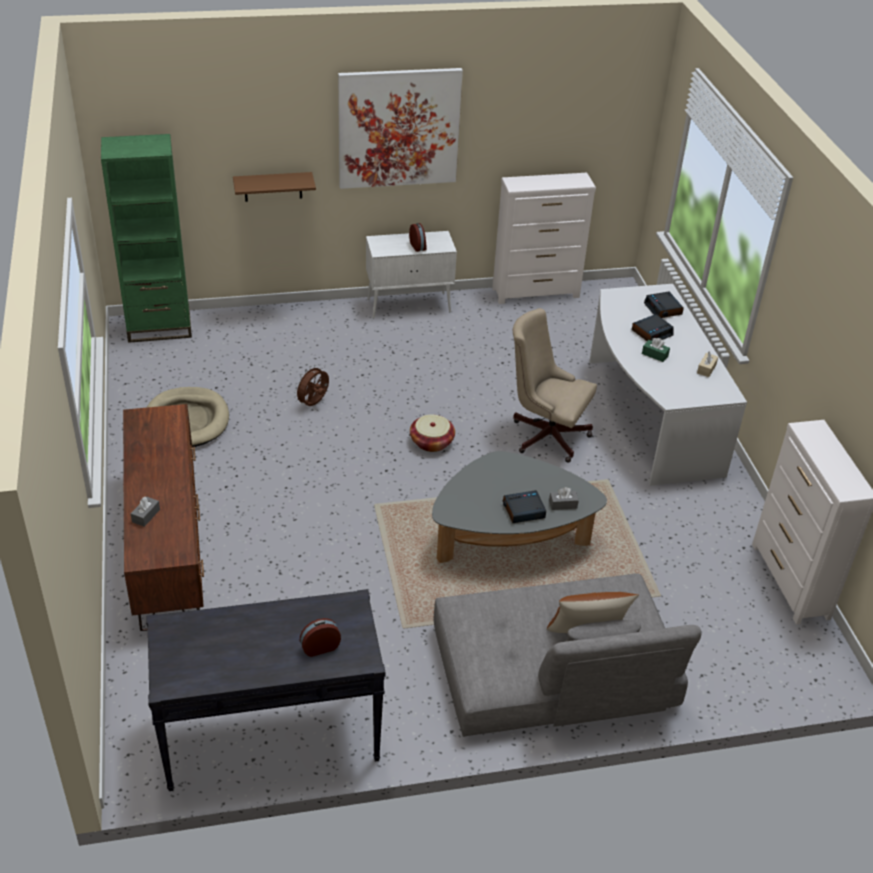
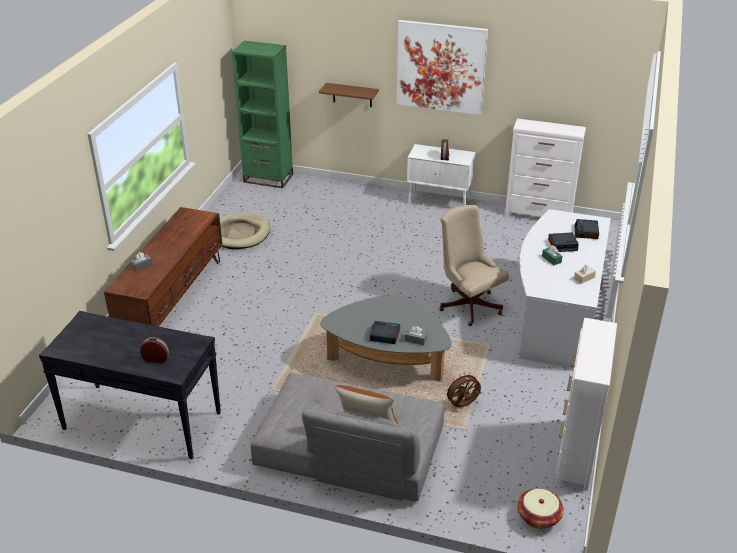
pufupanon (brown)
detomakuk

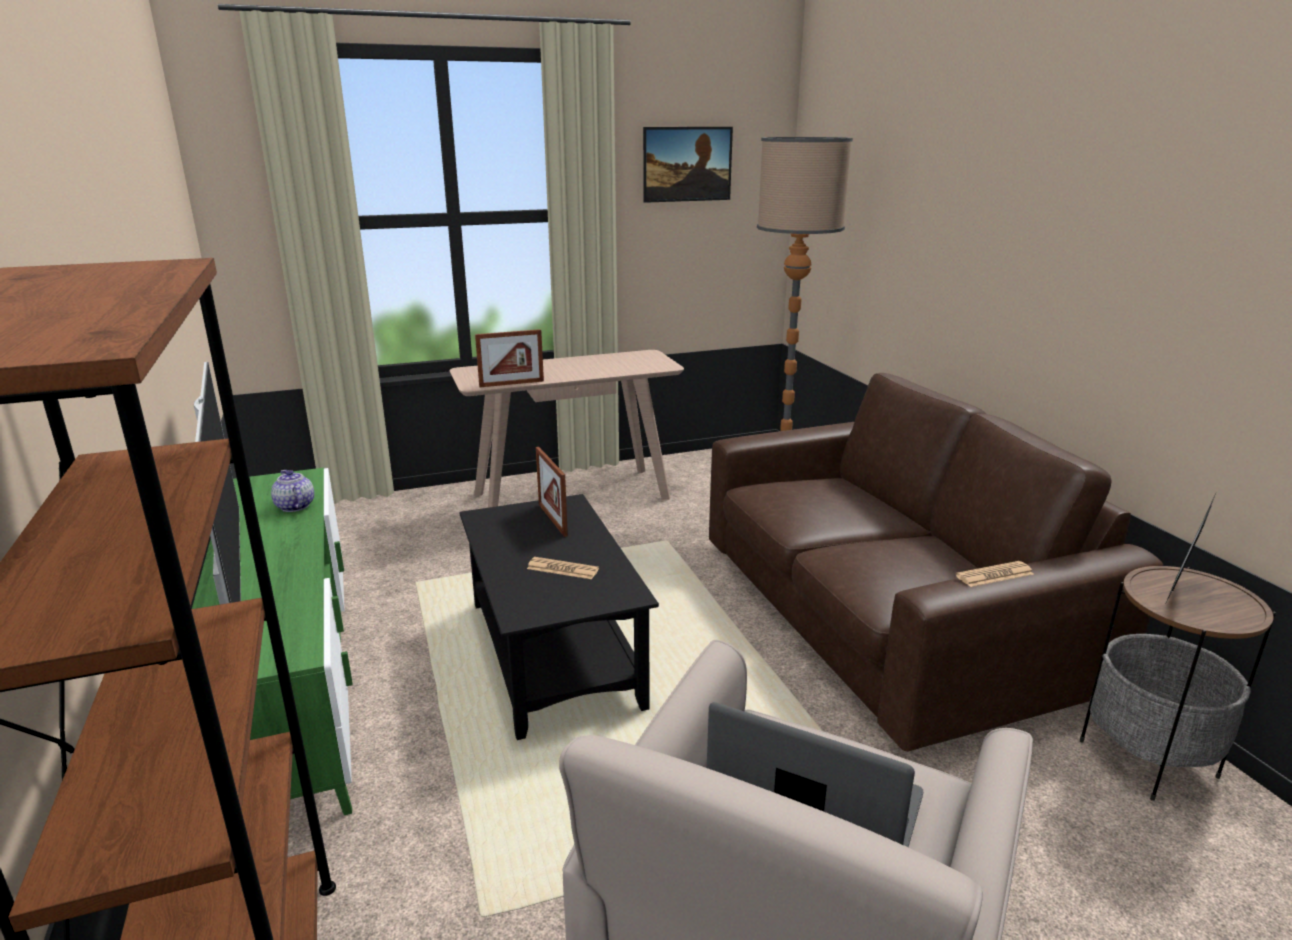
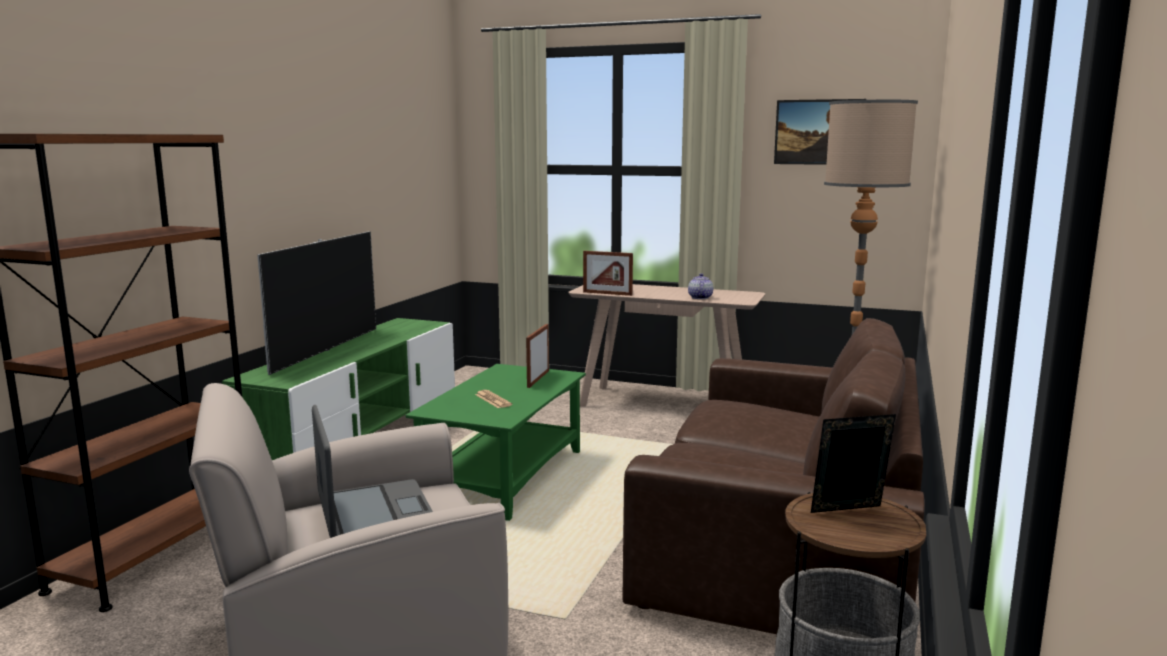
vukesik
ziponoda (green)
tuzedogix (2nd from left in the first image)

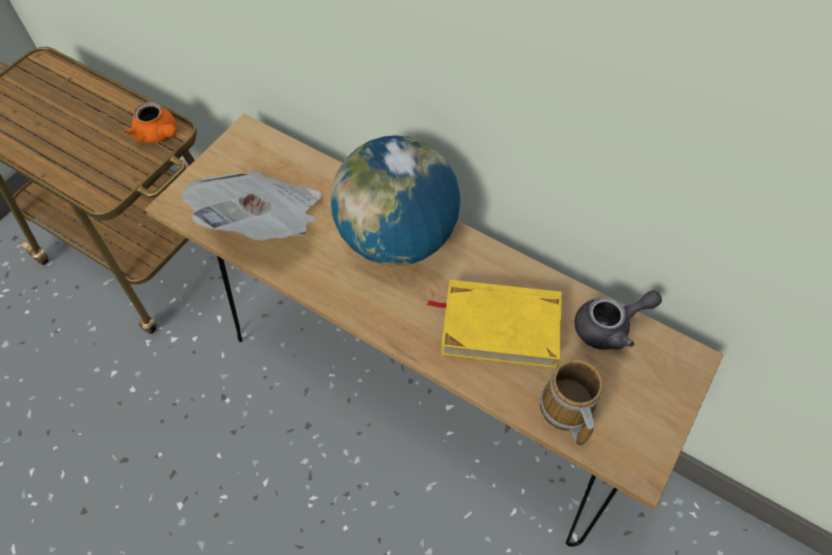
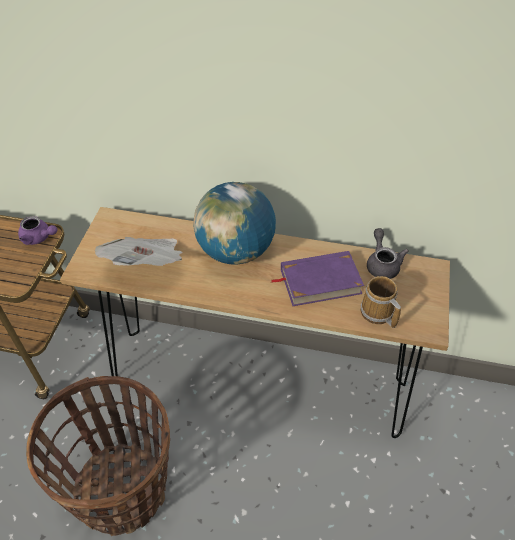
vukesik (purple)
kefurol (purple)
vukesik (grey)
detomakuk

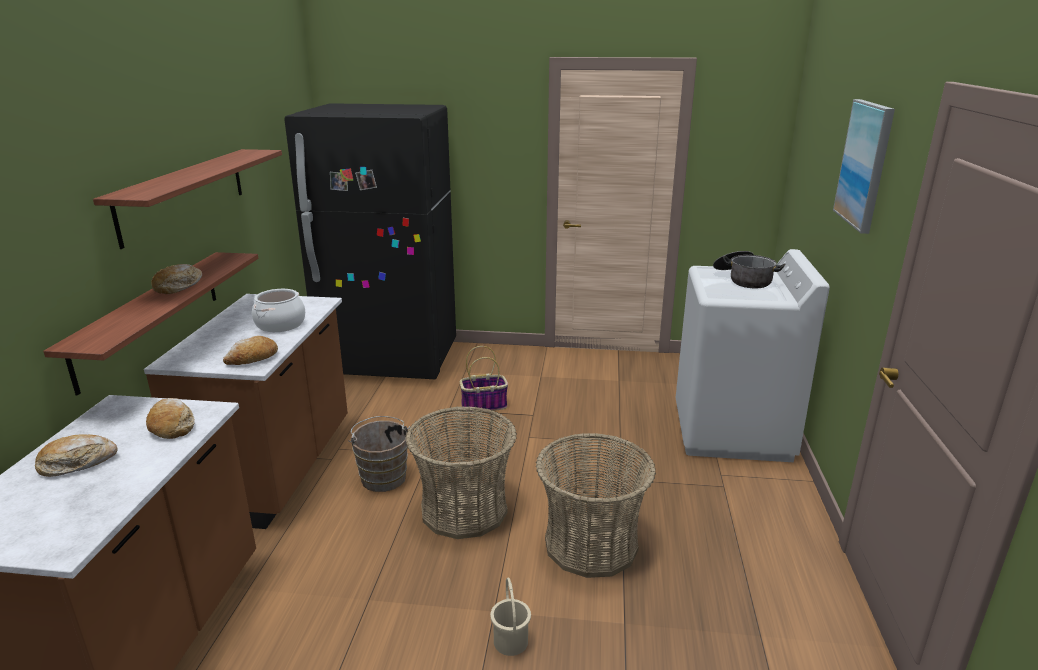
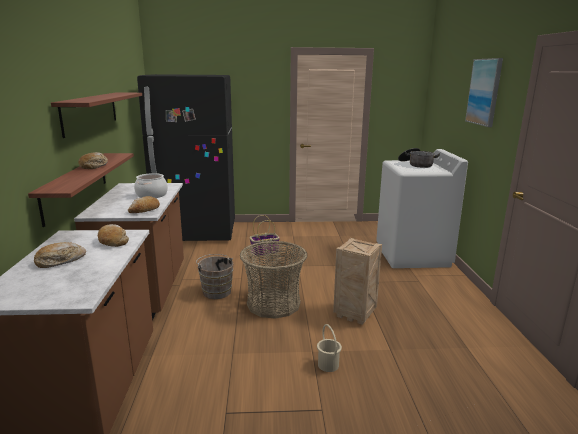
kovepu

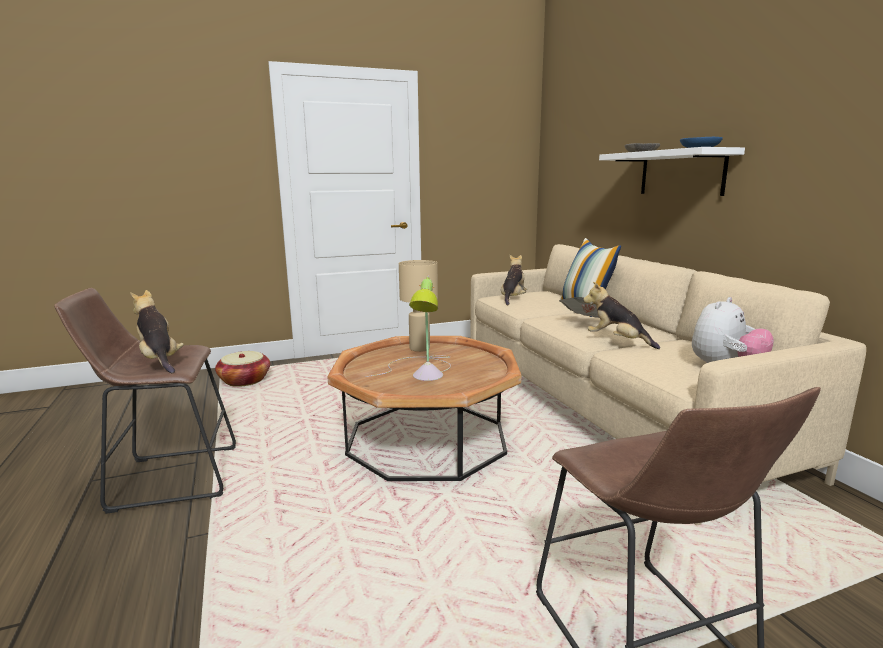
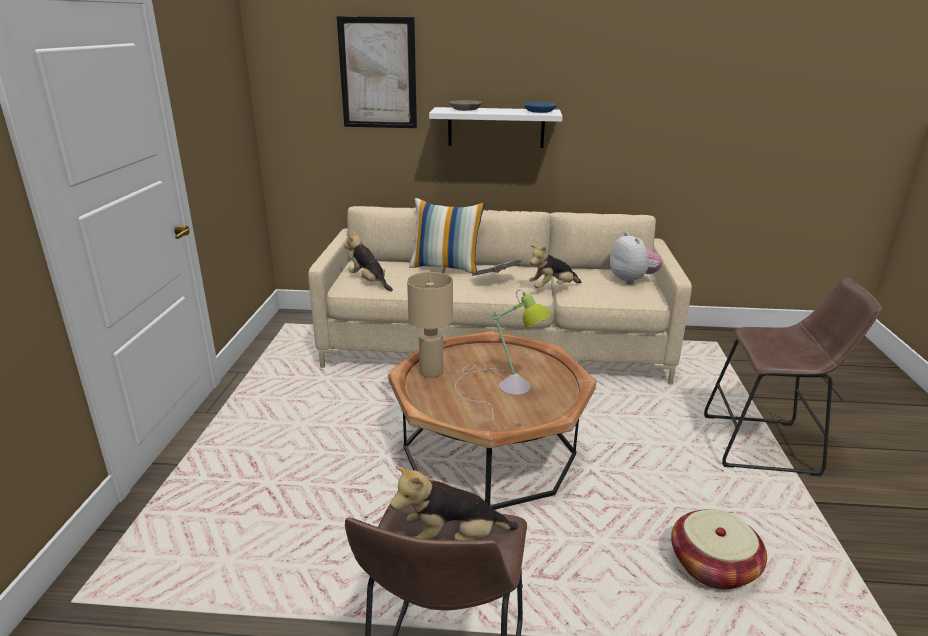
detomakuk
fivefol

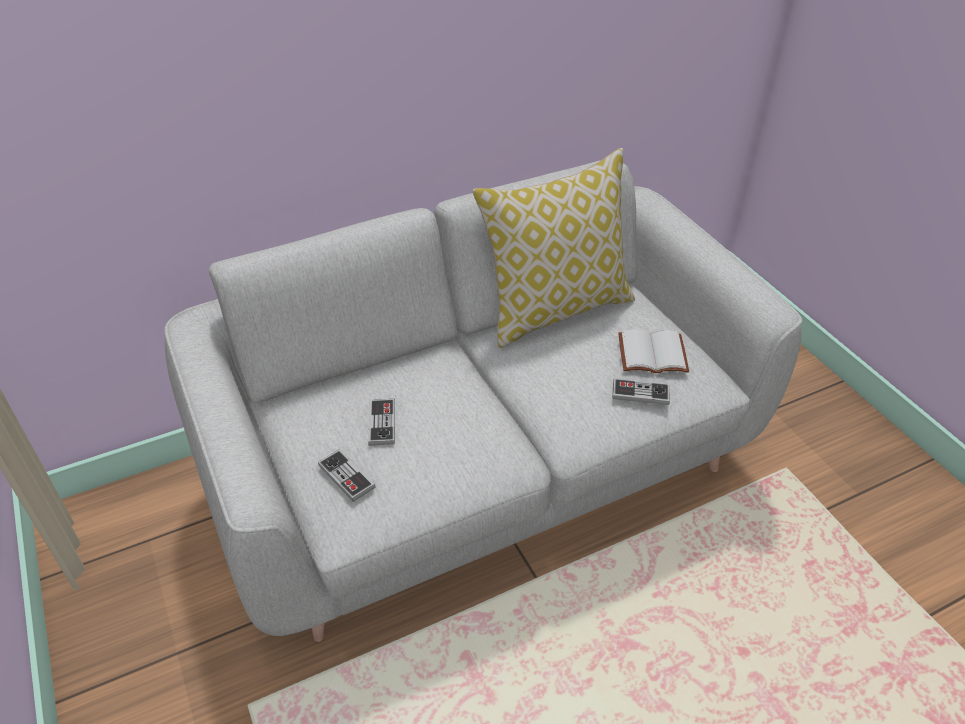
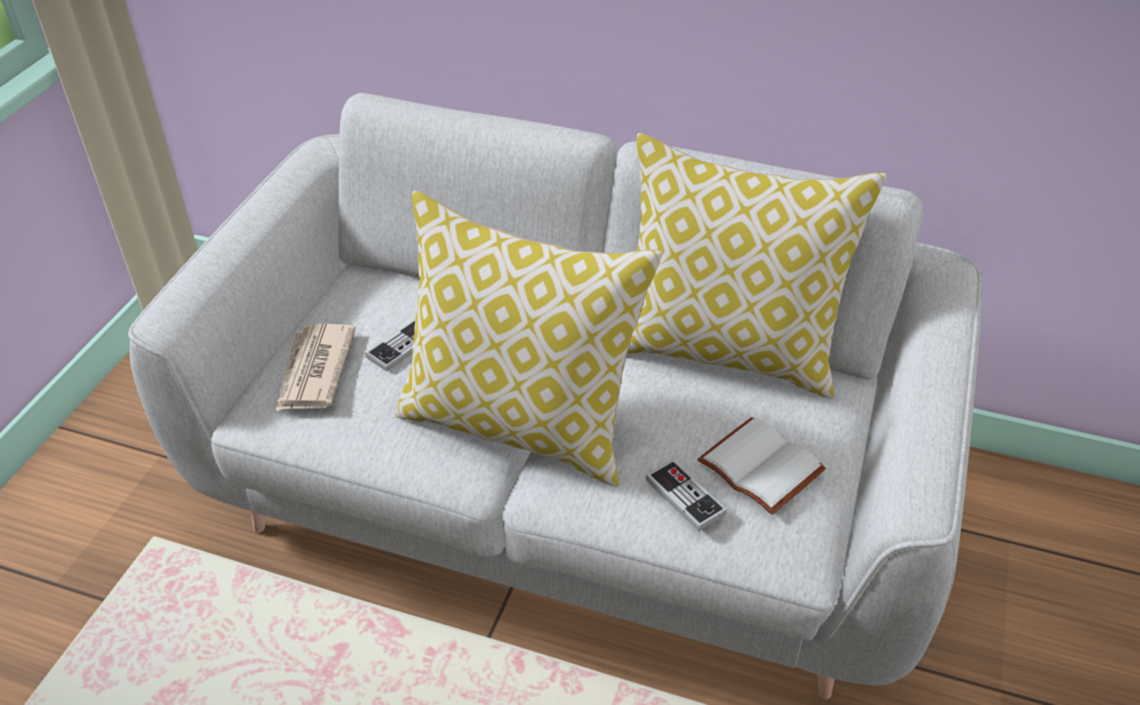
tuzedogix
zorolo (1st from left)

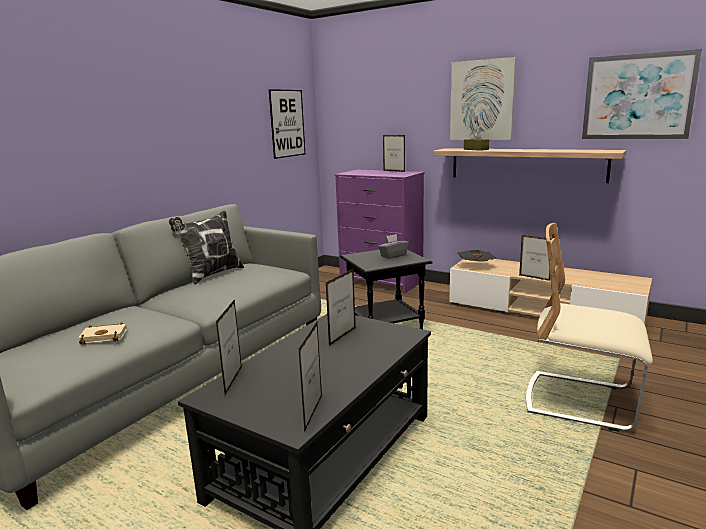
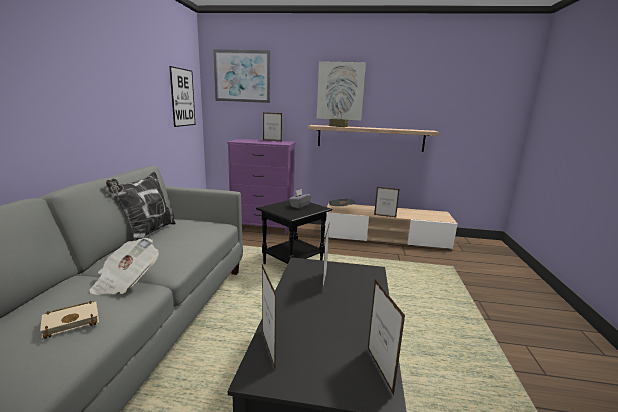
fivefol (2nd from left)
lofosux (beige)
tuzedogix (1st from left)

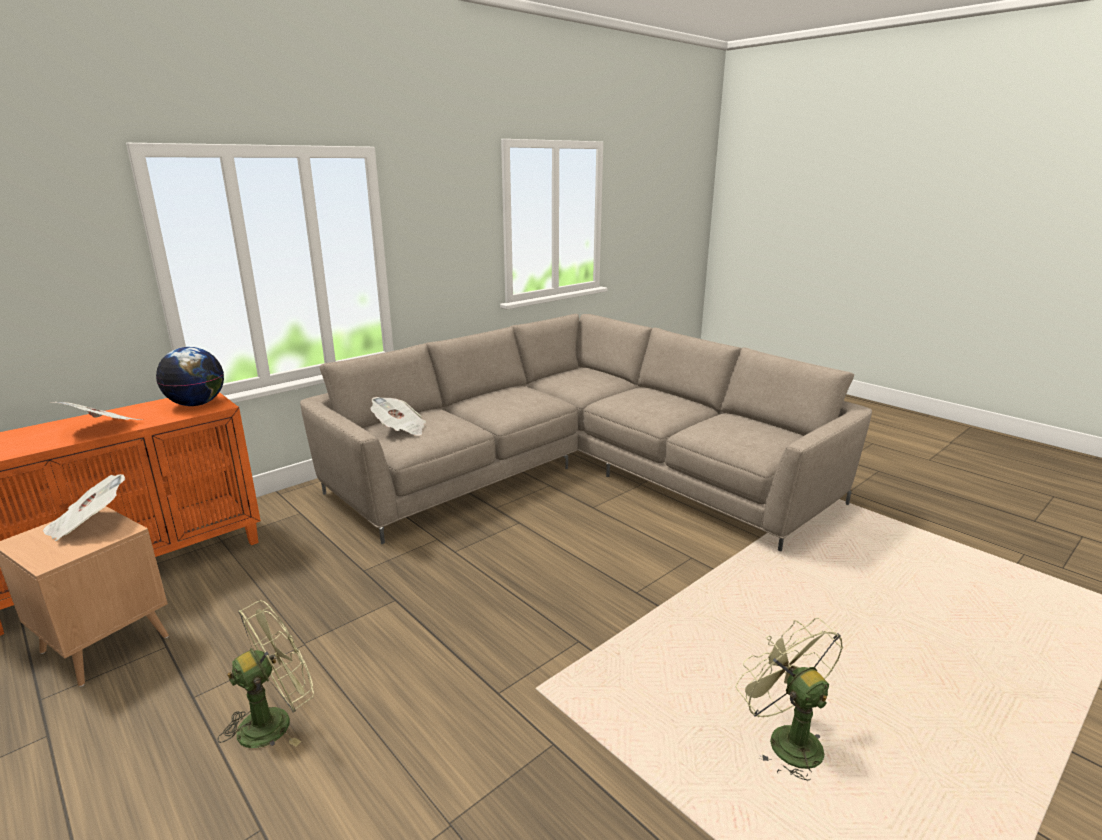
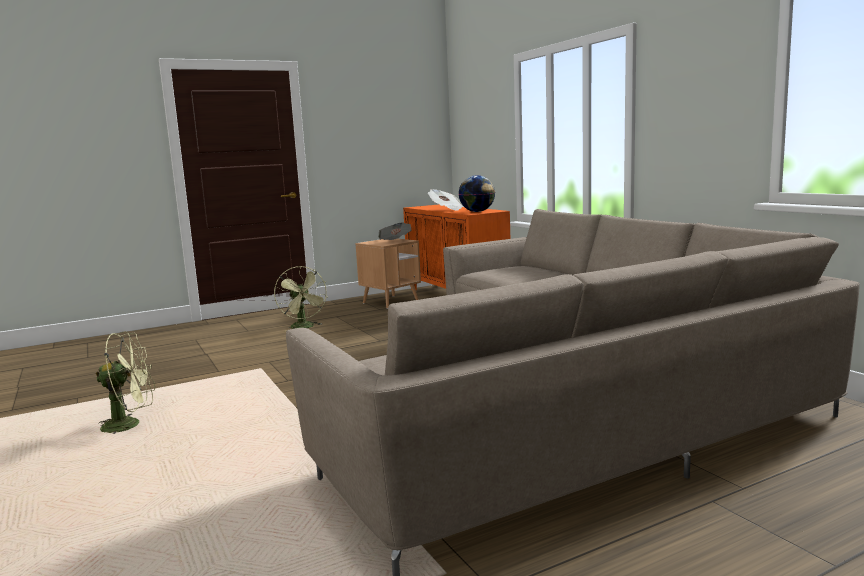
tuzedogix (3rd from left in the first image)

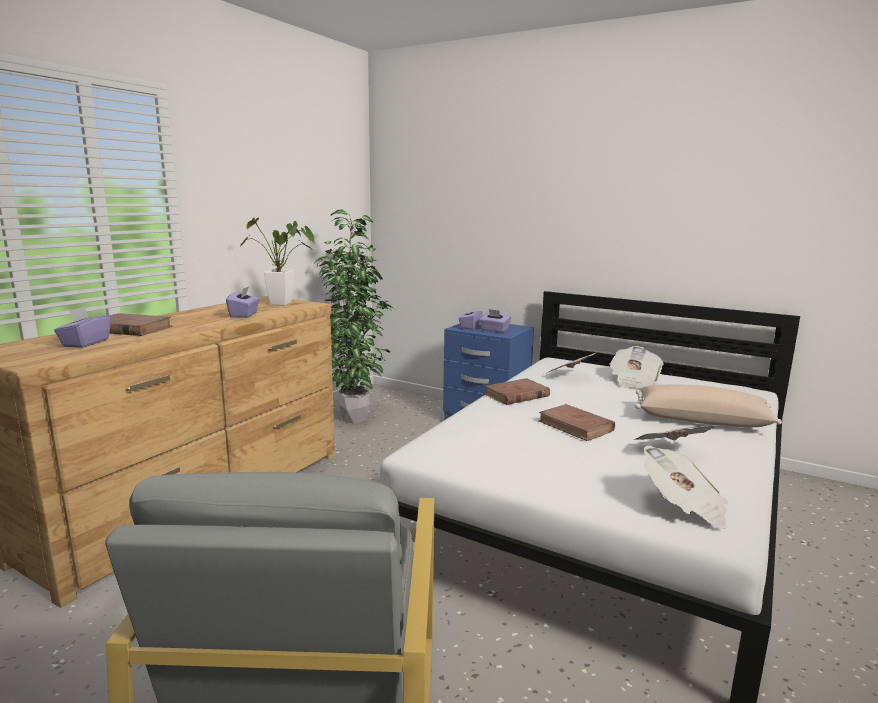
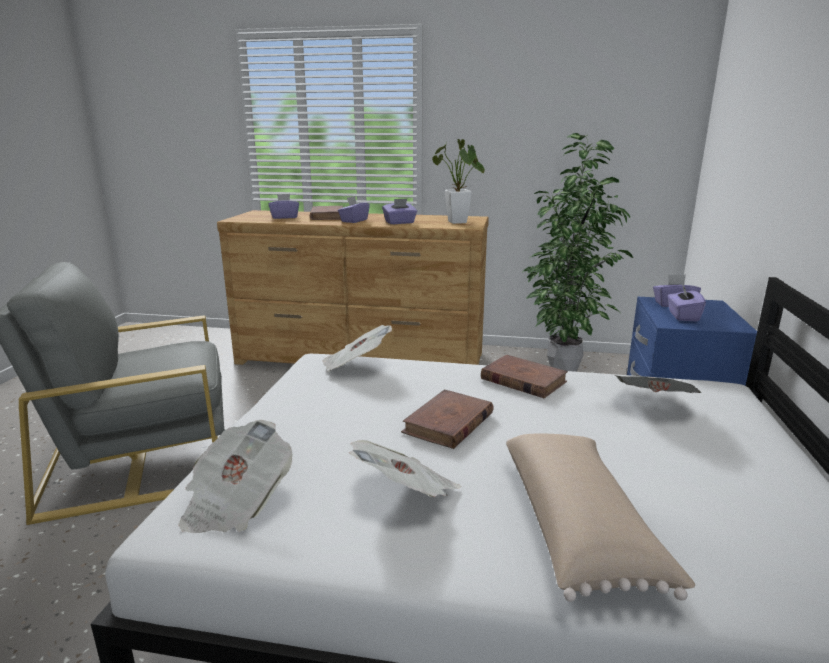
tuzedogix (2nd from left)
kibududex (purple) (2nd from left)

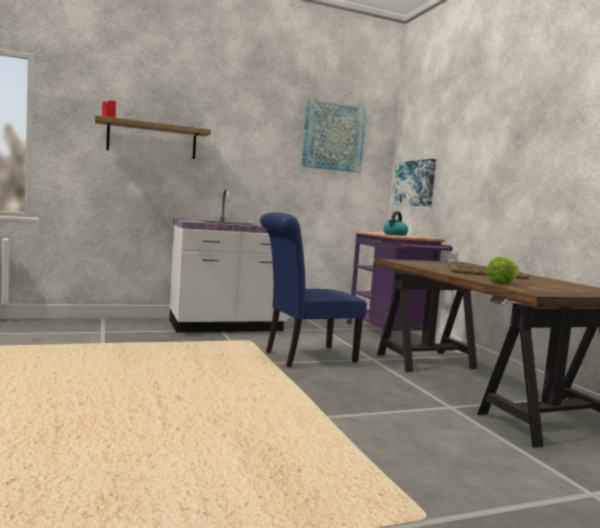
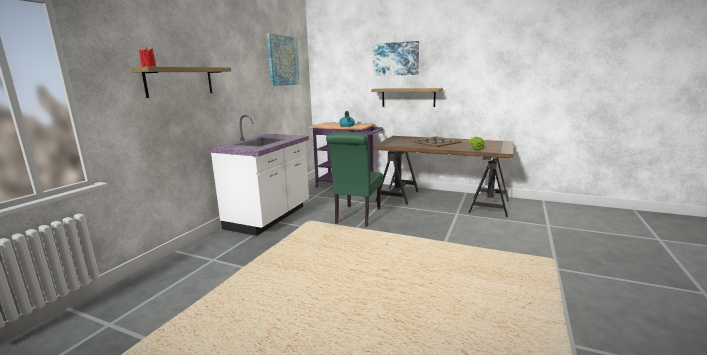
fivefol (2nd from left)
lofosux (green)
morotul (2nd from left)

